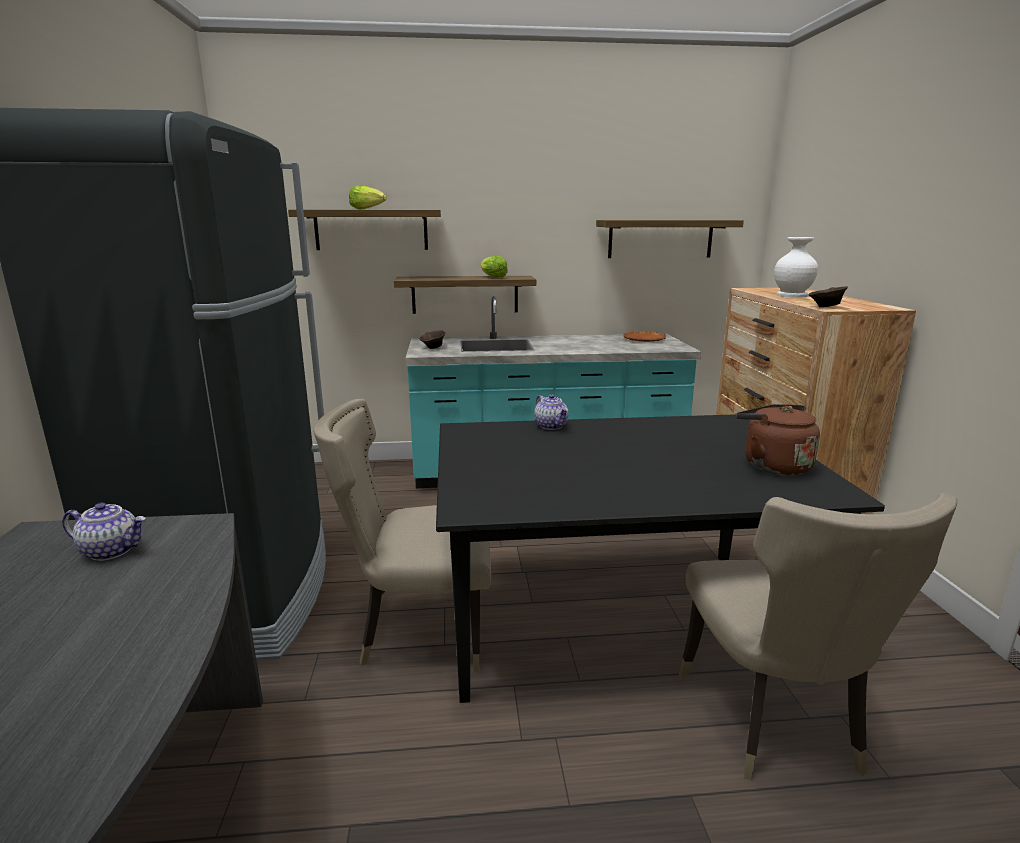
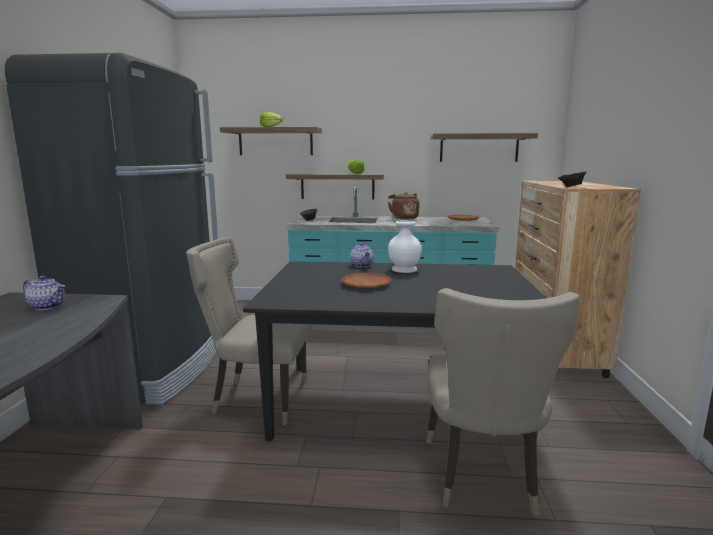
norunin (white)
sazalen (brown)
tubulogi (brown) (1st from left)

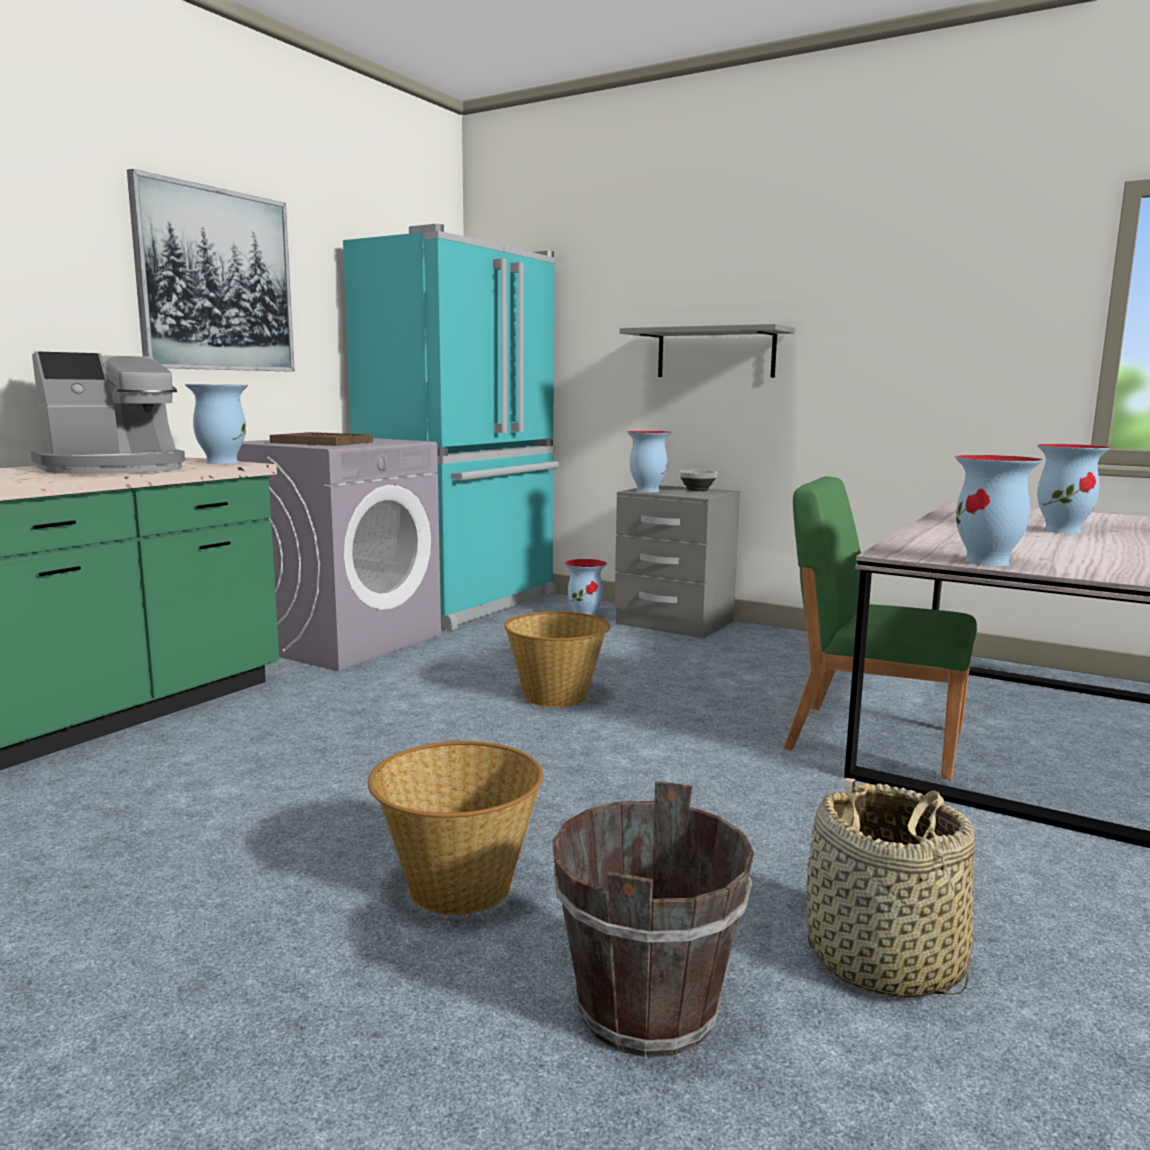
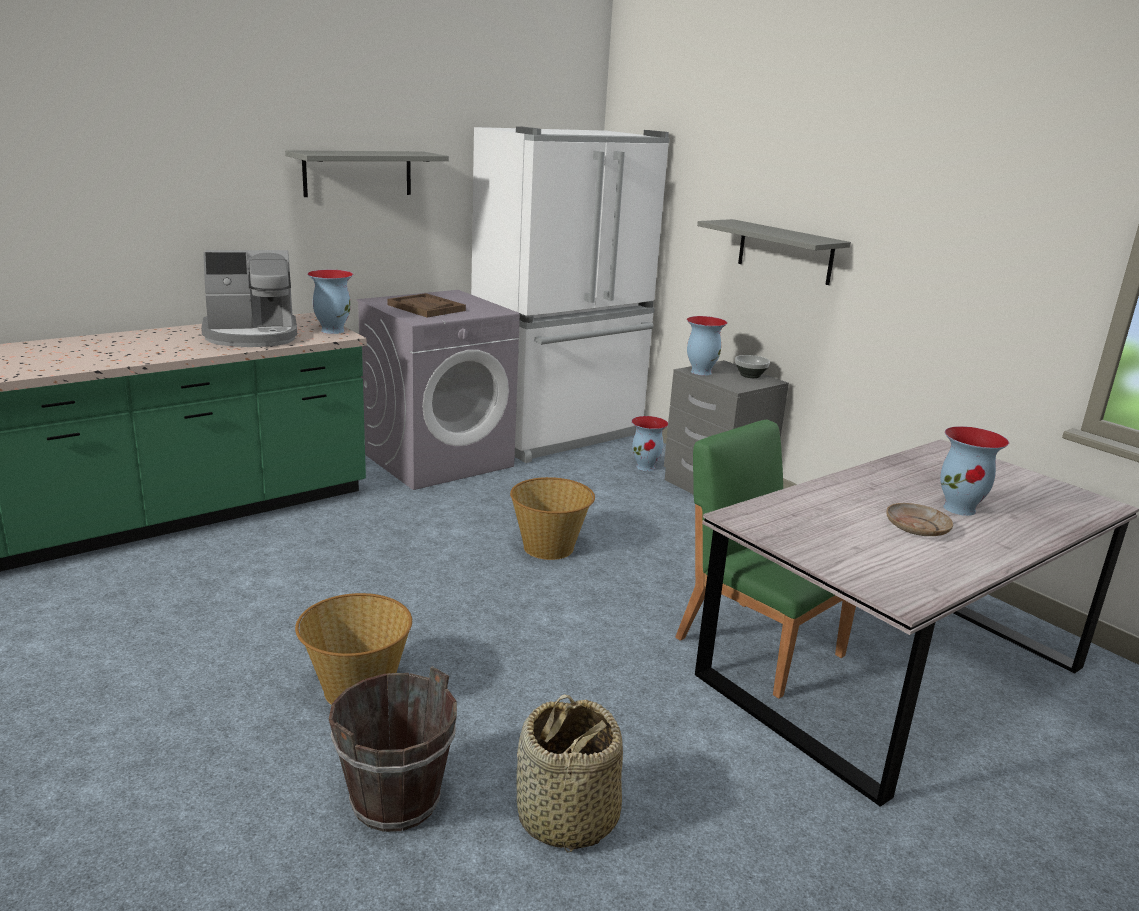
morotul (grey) (1st from left)
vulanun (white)
norunin (4th from left in the first image)
tubulogi (beige)

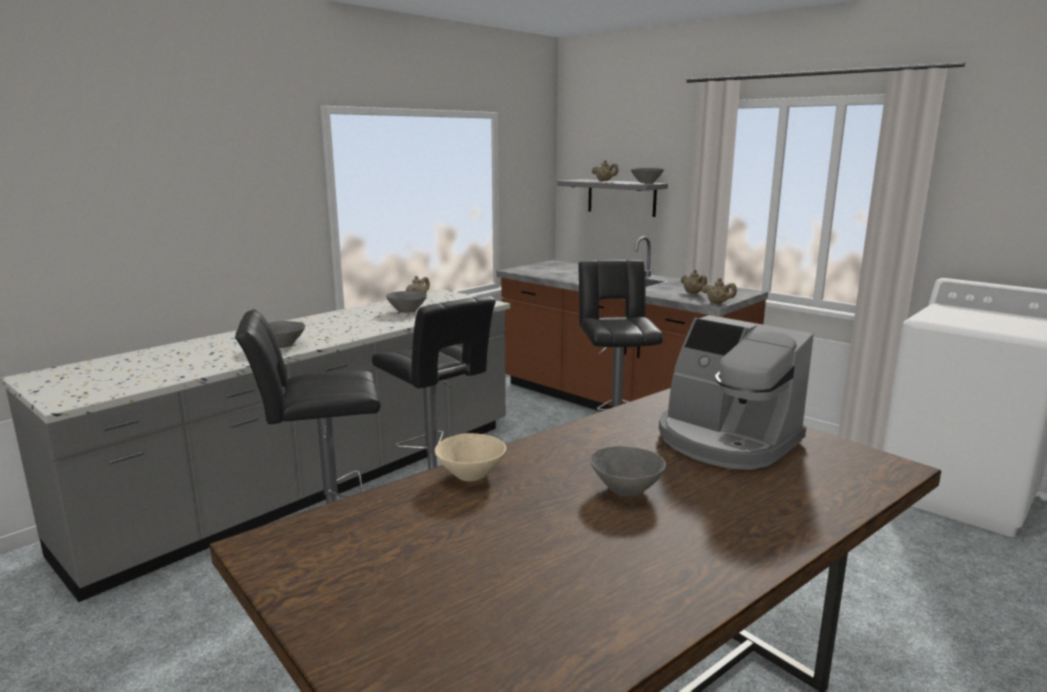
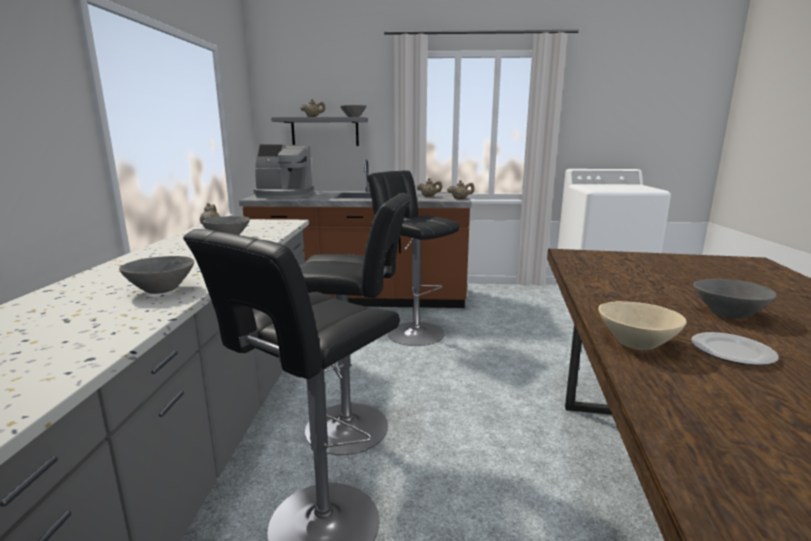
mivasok
tubulogi

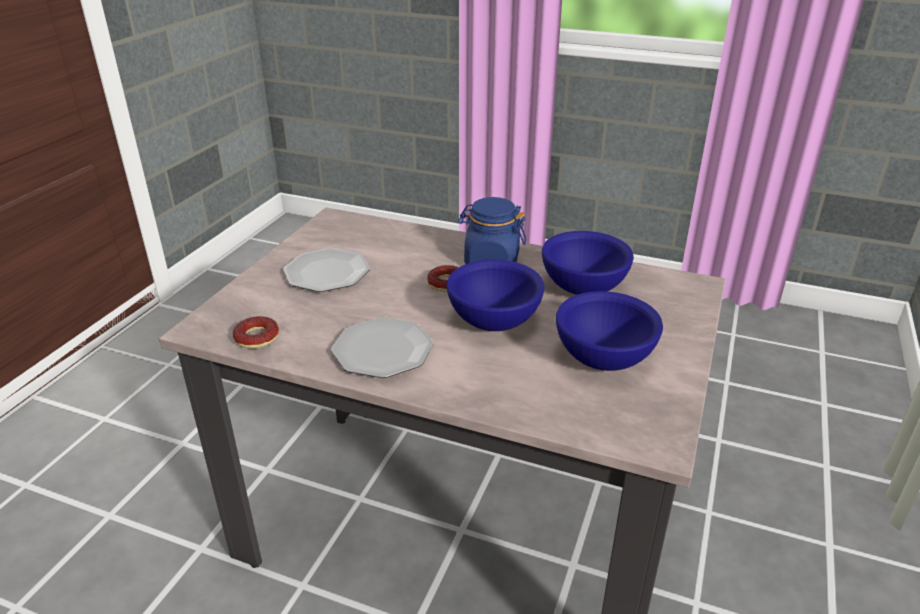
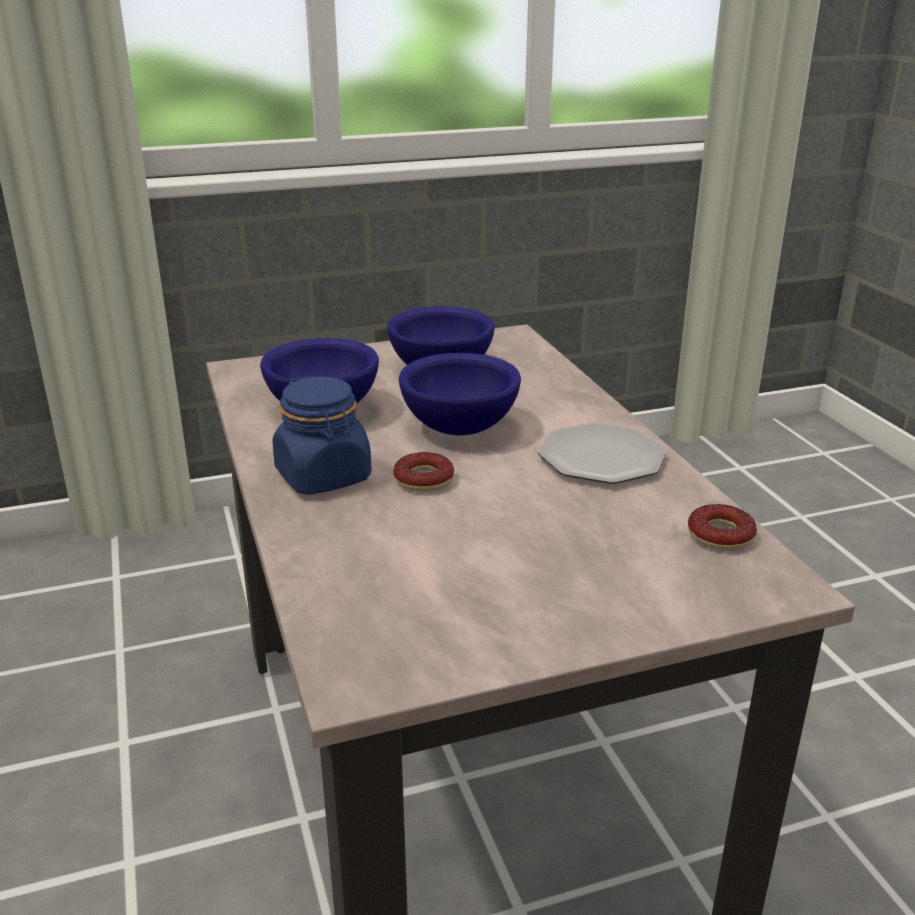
tubulogi (1st from left in the first image)

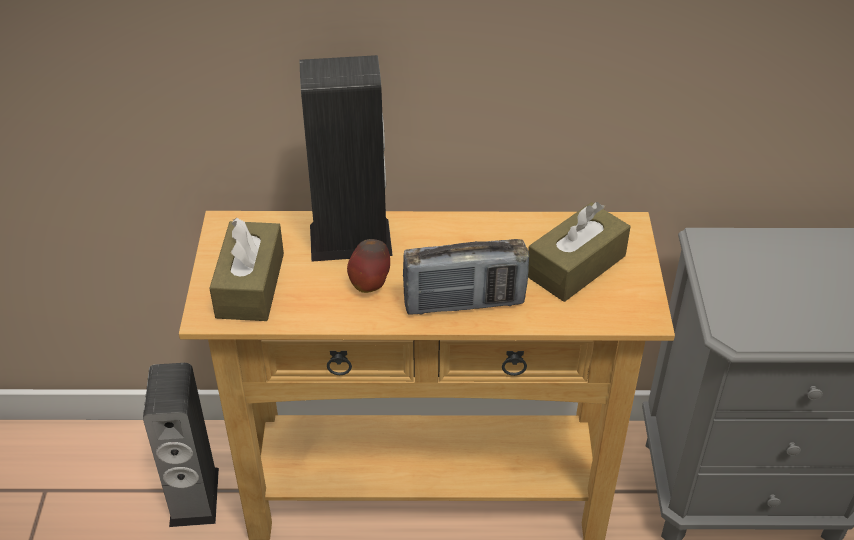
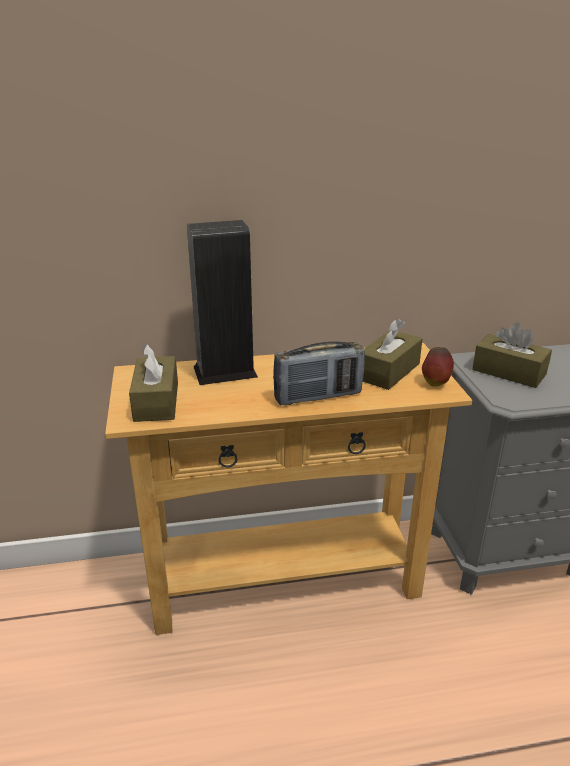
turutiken
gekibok (1st from left in the first image)
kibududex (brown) (3rd from left)

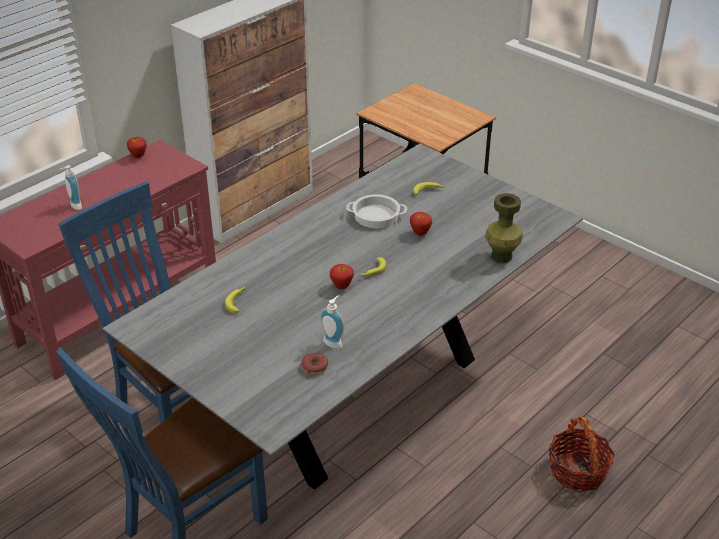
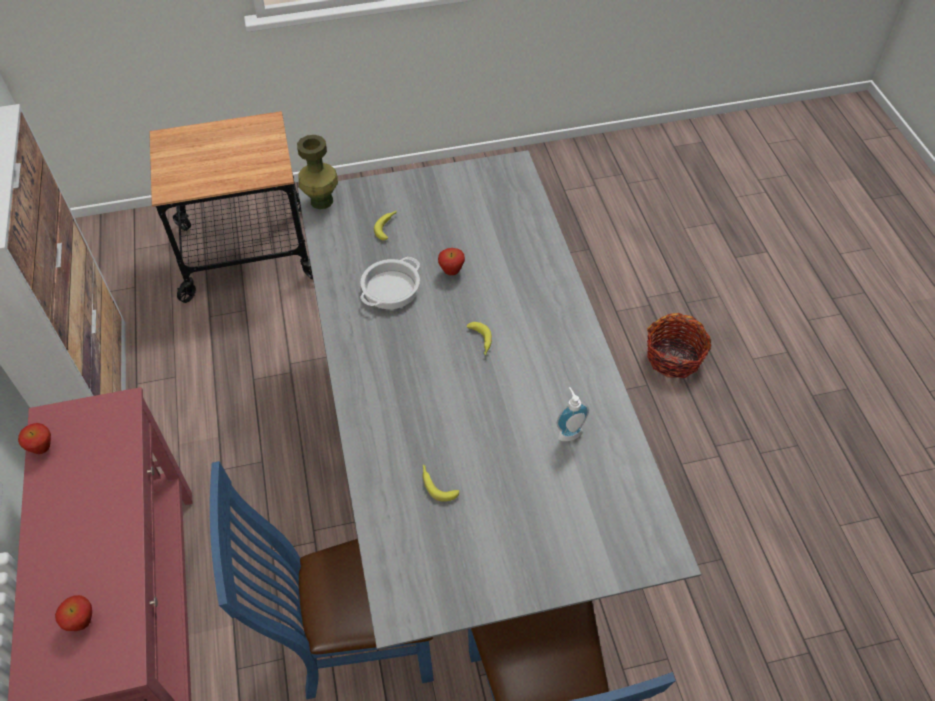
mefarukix (1st from left in the first image)
norunin (green)
turutiken (2nd from left)
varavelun

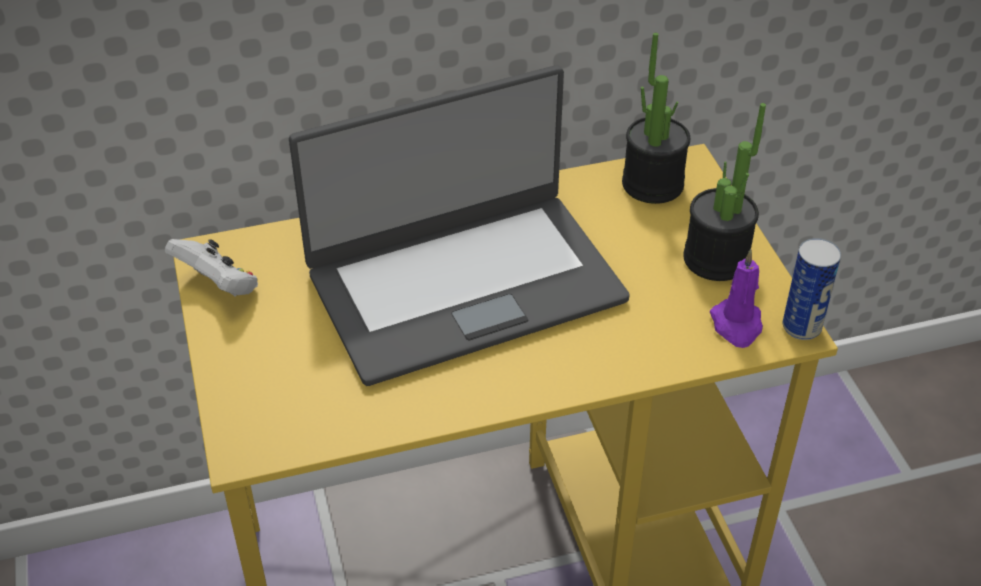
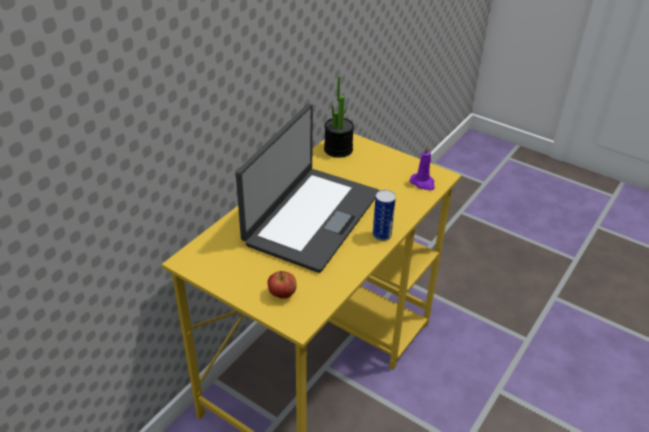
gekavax (2nd from left in the first image)
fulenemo
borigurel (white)
turutiken

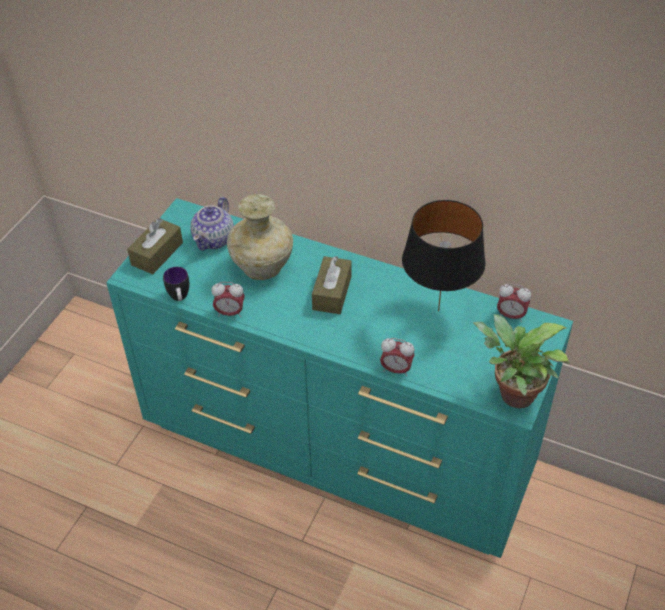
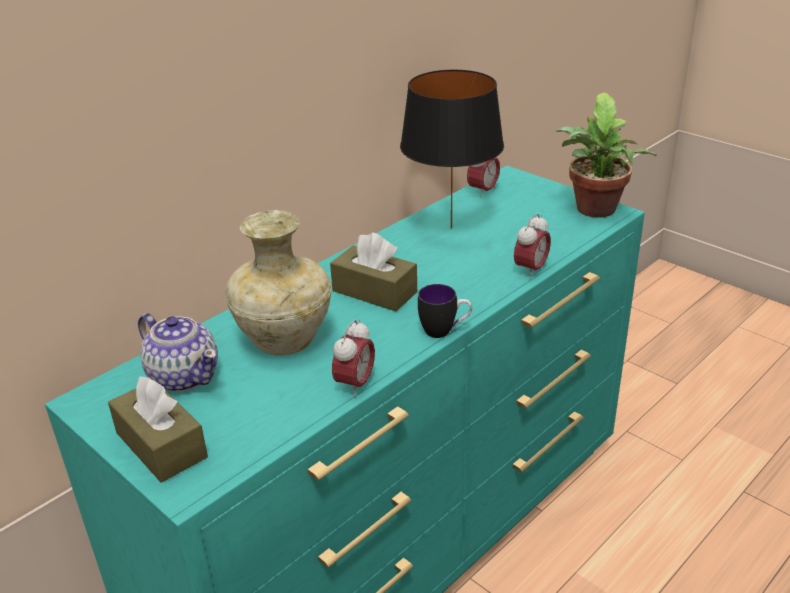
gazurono

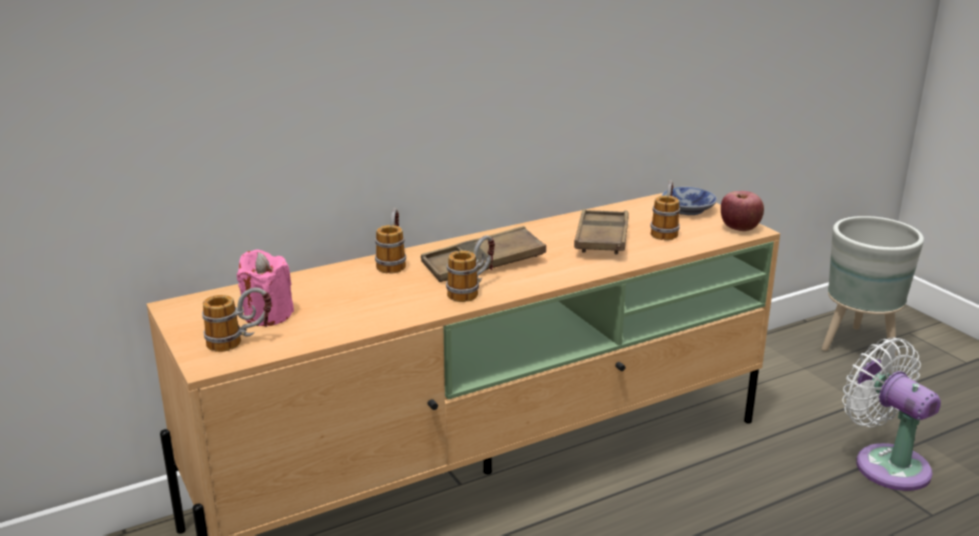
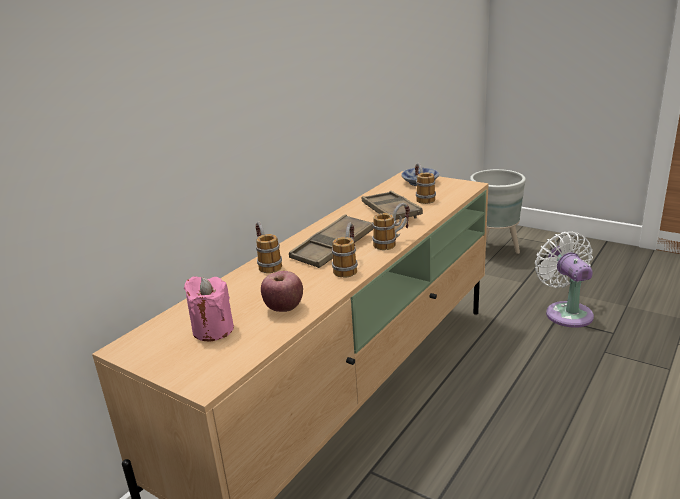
turutiken
gazurono (3rd from left)
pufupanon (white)

